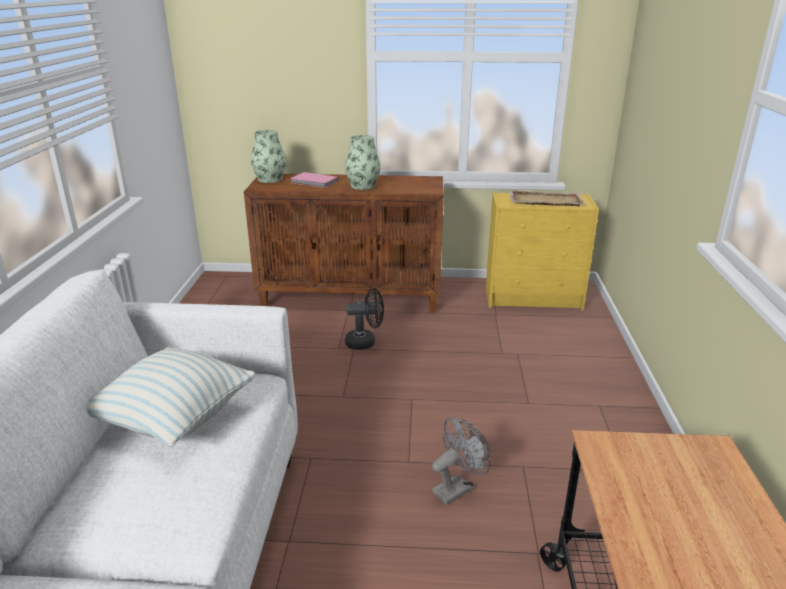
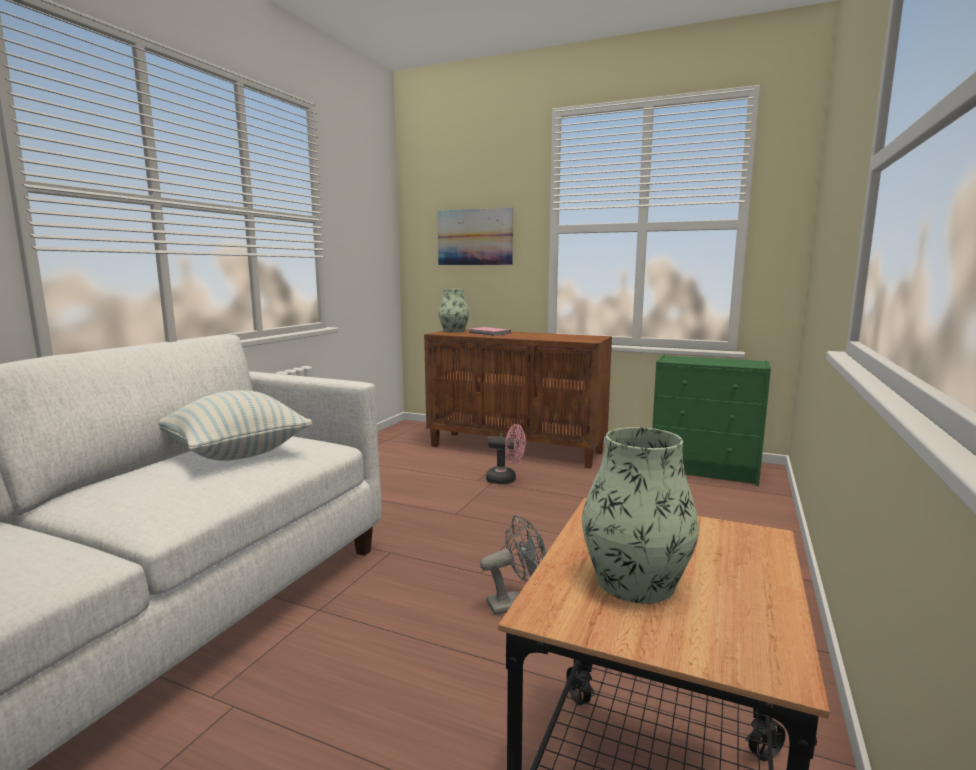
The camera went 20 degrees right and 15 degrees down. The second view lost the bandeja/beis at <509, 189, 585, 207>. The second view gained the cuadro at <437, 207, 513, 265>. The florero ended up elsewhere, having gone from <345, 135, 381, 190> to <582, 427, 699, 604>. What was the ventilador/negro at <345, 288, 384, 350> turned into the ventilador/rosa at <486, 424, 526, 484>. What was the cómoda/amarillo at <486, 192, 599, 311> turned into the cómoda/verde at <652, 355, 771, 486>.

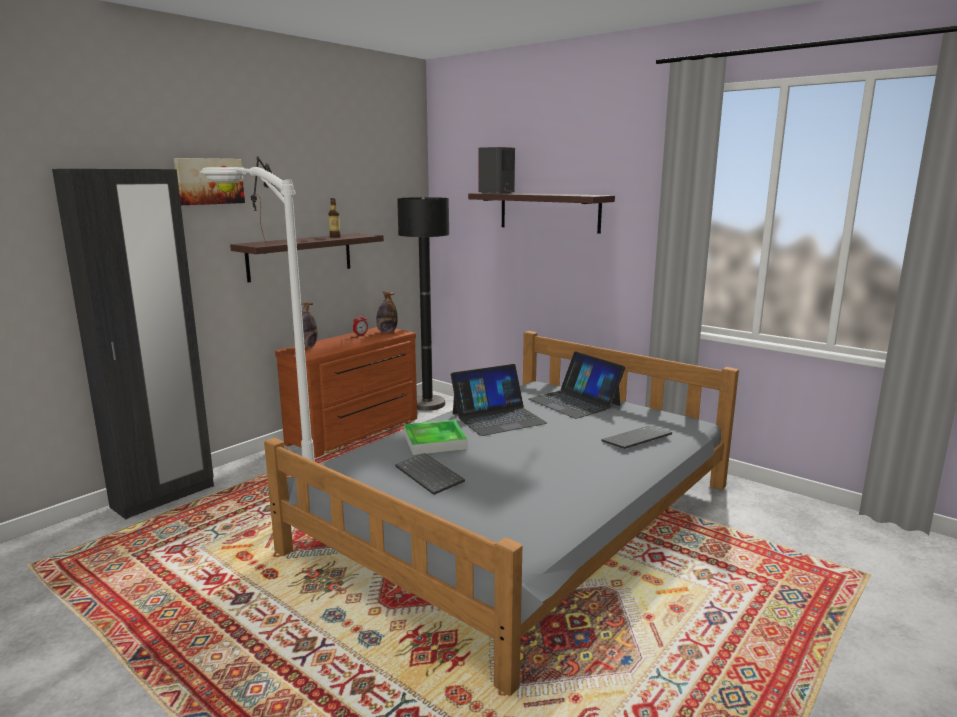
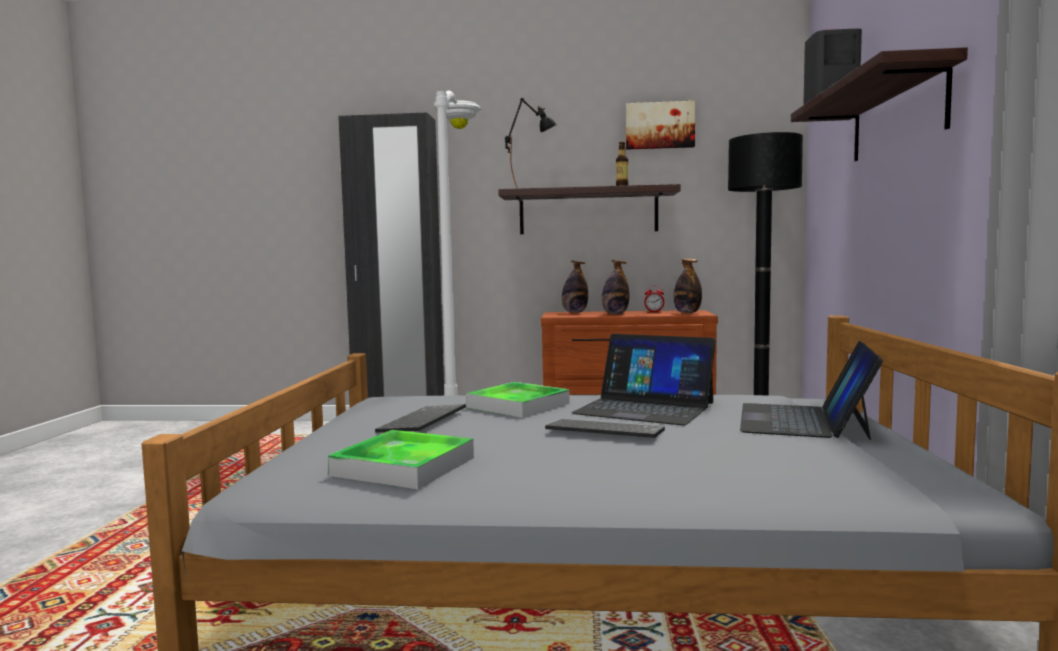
The camera went 55 degrees right and 10 degrees down. The second view gained the bandeja at <328, 430, 474, 489>. The second view gained the botella at <602, 260, 629, 314>. The cuadro ended up elsewhere, having gone from <174, 158, 245, 205> to <626, 101, 695, 150>. The teclado ended up elsewhere, having gone from <601, 426, 672, 449> to <545, 419, 665, 438>.

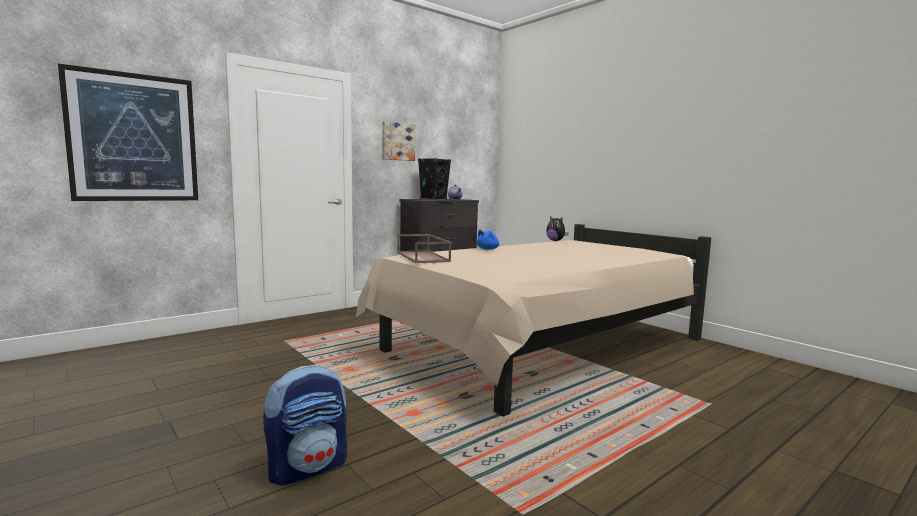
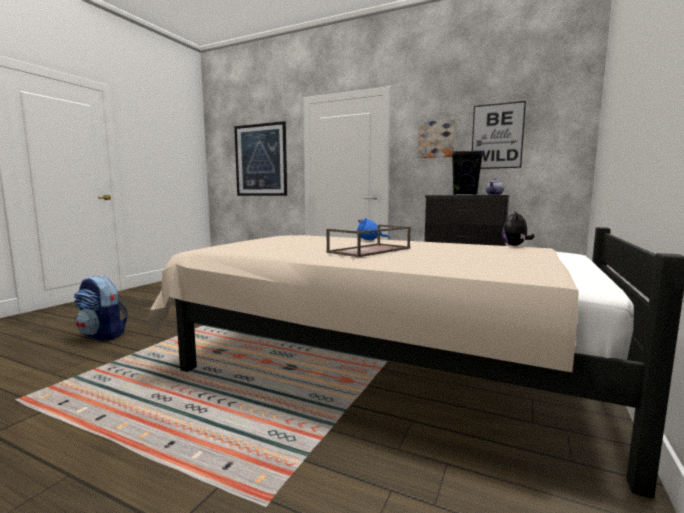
The camera went 65 degrees right and 0 degrees up. The second view gained the cuadro at <472, 101, 526, 169>. The bandeja/marrón ended up elsewhere, having gone from <397, 234, 451, 263> to <326, 225, 411, 257>.

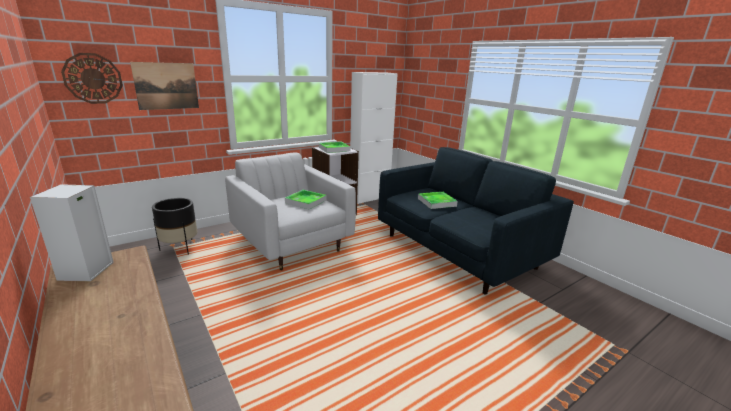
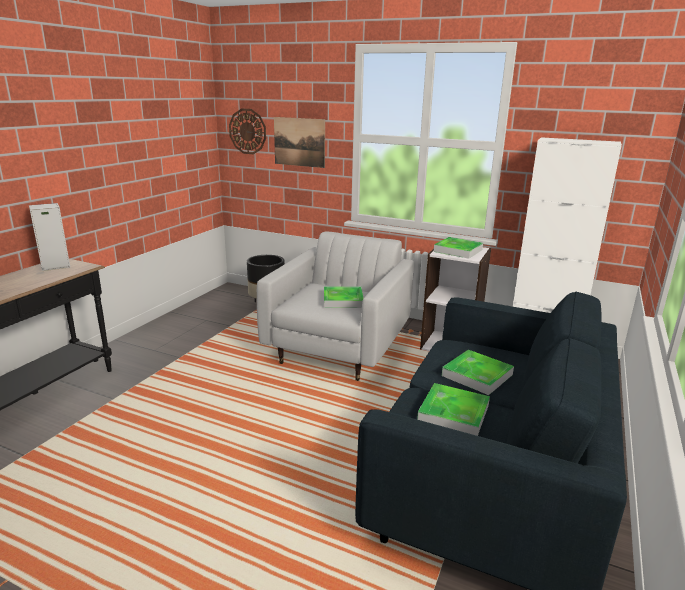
The camera went 60 degrees right and 0 degrees up. The second view gained the bandeja at <417, 383, 490, 436>.

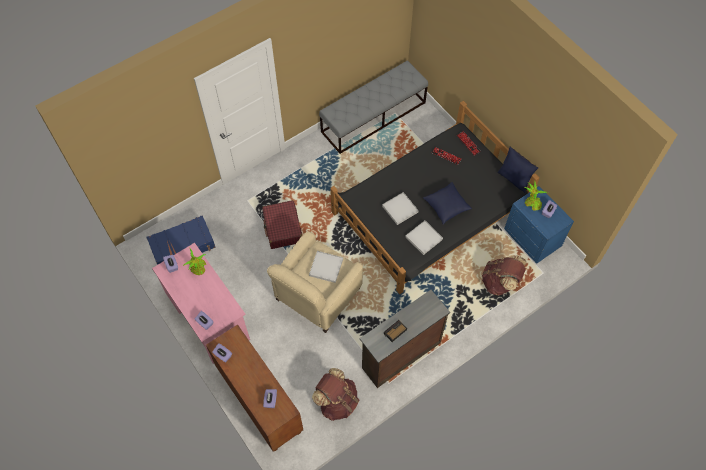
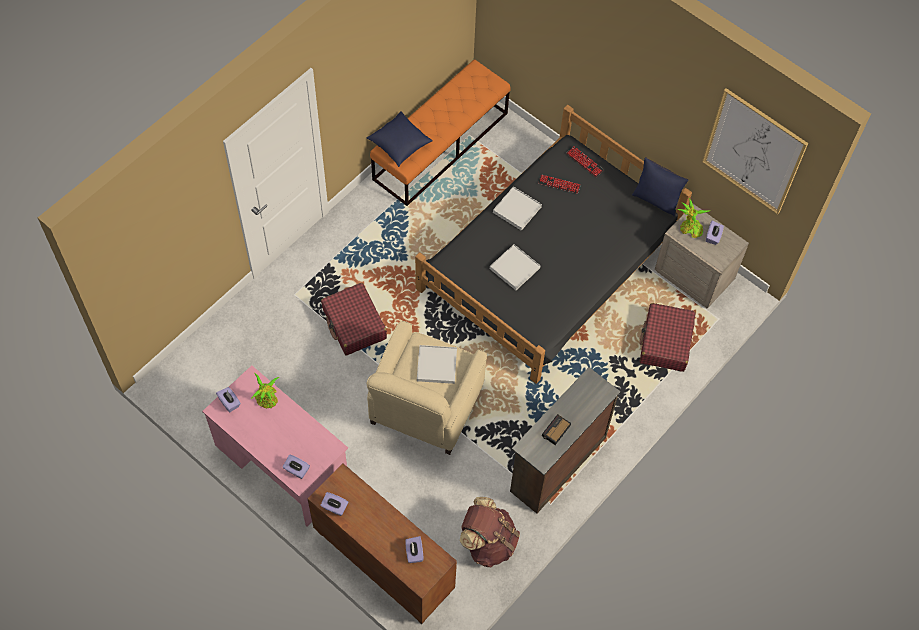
The camera went 15 degrees left and 0 degrees up. The second view lost the maleta/azul at <146, 215, 216, 265>. The second view gained the cuadro at <702, 88, 808, 215>. The bandeja/blanco ended up elsewhere, having gone from <405, 221, 443, 255> to <493, 186, 542, 231>. The cojín/azul ended up elsewhere, having gone from <423, 182, 472, 224> to <366, 112, 433, 167>. Where the mochila/marrón stood at <482, 255, 527, 296>, the maleta/rojo came to stand at <639, 303, 696, 372>. What was the banco/gris at <319, 61, 428, 154> turned into the banco/naranja at <370, 60, 511, 206>. What was the mesita de noche/azul at <504, 186, 574, 264> turned into the mesita de noche/beis at <655, 204, 749, 308>.

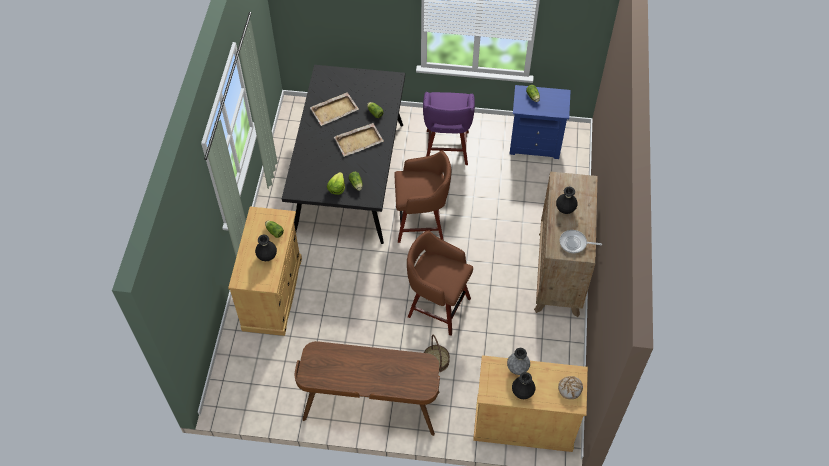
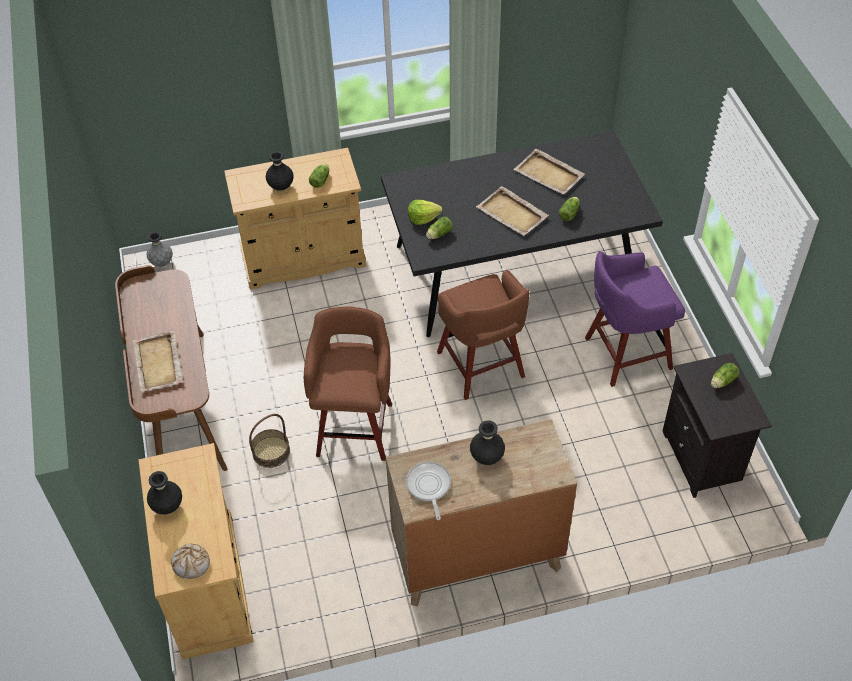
The camera went 70 degrees right and 5 degrees down. The second view gained the bandeja/beis at <132, 331, 183, 392>. The florero/gris ended up elsewhere, having gone from <507, 348, 530, 375> to <146, 231, 173, 267>. What was the mesita de noche/azul at <509, 85, 571, 159> turned into the mesita de noche/negro at <663, 353, 772, 498>.

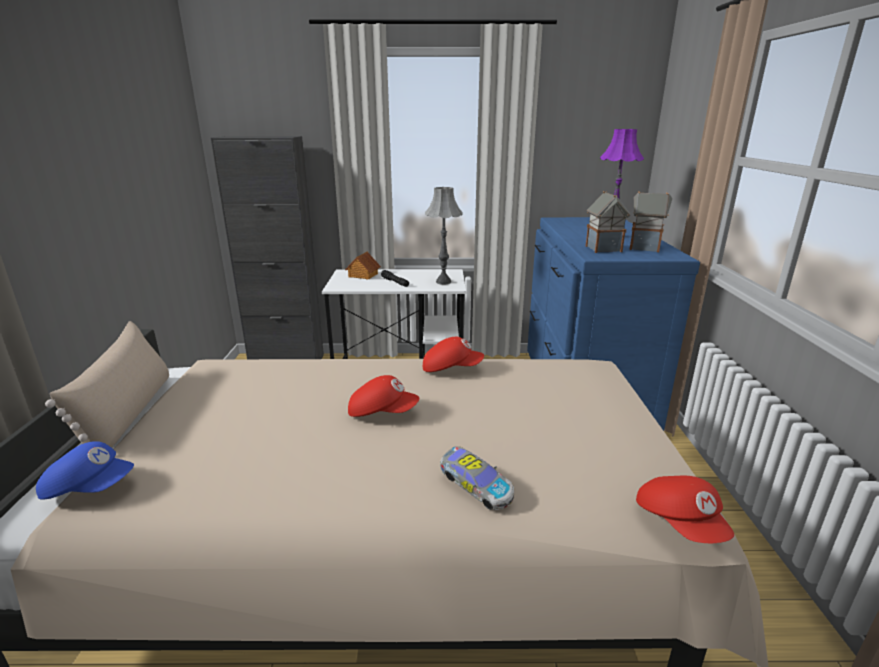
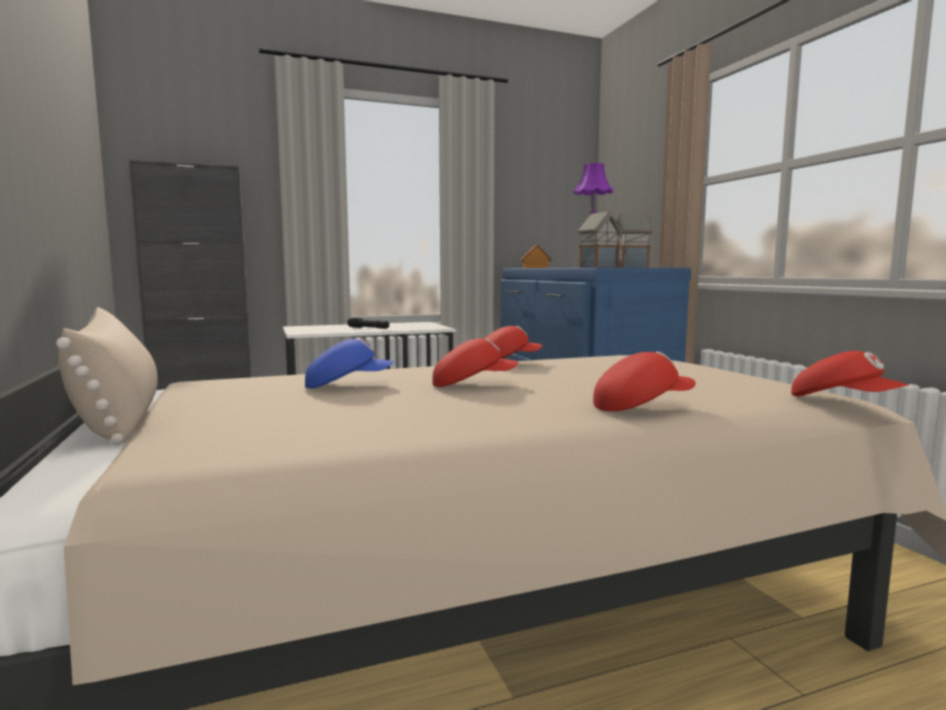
The camera went 20 degrees left and 15 degrees down. The second view lost the lámpara de mesa/gris at <425, 187, 462, 285>. The gorra/azul ended up elsewhere, having gone from <36, 441, 134, 500> to <305, 339, 393, 389>. The casita ended up elsewhere, having gone from <345, 251, 381, 279> to <520, 245, 552, 268>. Where the coche de juguete stood at <440, 446, 514, 510>, the gorra/rojo came to stand at <593, 351, 696, 412>.

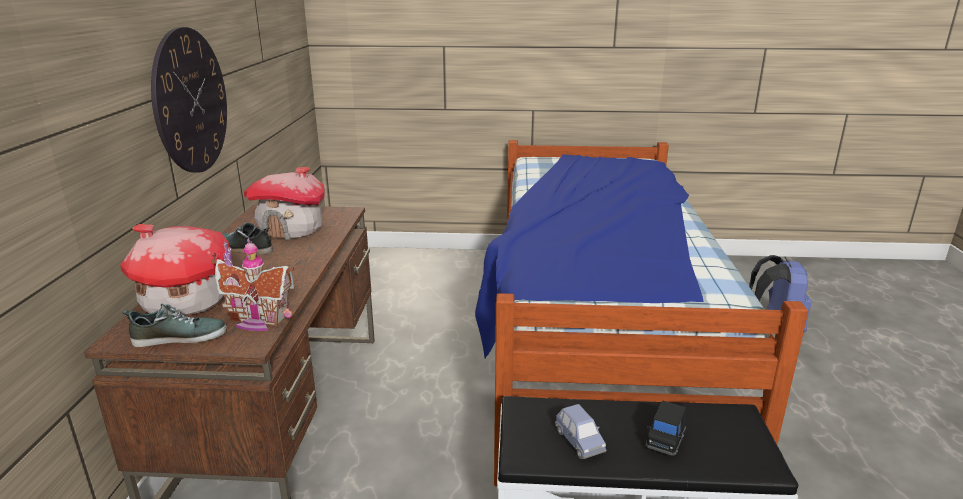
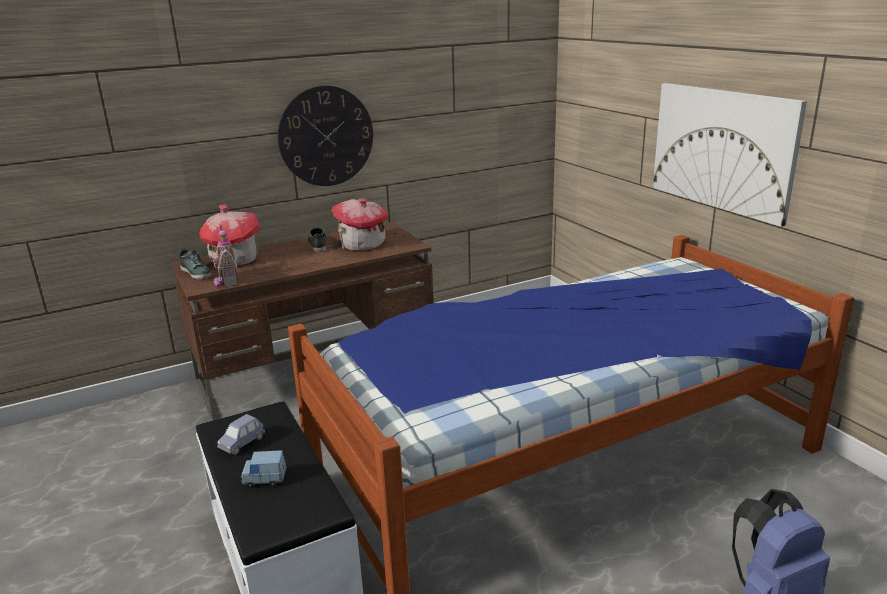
The camera went 60 degrees right and 0 degrees up. The second view gained the cuadro at <653, 83, 807, 227>. What was the coche de juguete/negro at <646, 400, 686, 456> turned into the coche de juguete/azul at <241, 450, 287, 488>.

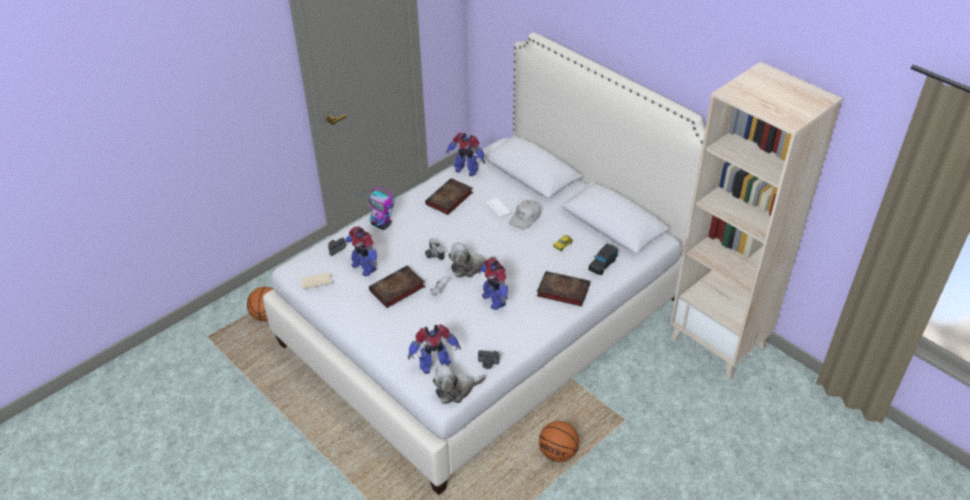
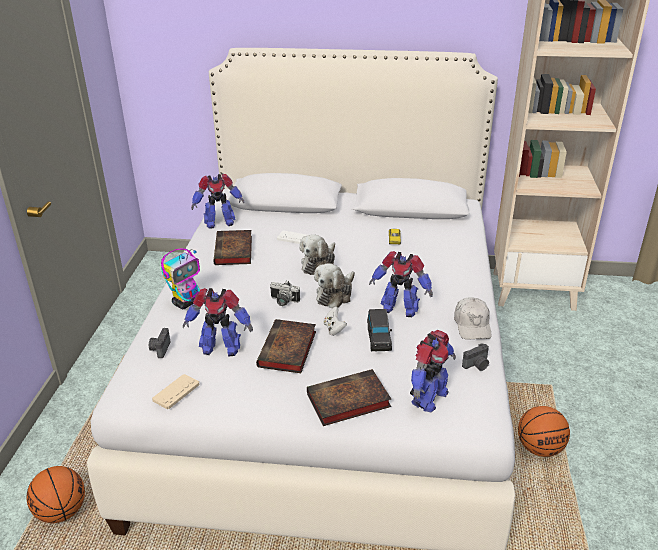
The camera went 40 degrees left and 10 degrees down. The peluche ended up elsewhere, having gone from <432, 364, 485, 404> to <299, 234, 335, 275>. The gorra/blanco ended up elsewhere, having gone from <509, 200, 540, 230> to <454, 297, 491, 340>. The libro ended up elsewhere, having gone from <537, 271, 590, 307> to <307, 369, 391, 426>. The coche de juguete/negro ended up elsewhere, having gone from <588, 243, 618, 275> to <367, 309, 392, 351>. The robot de juguete at <361, 187, 394, 230> ended up facing another way, 45 degrees counterclockwise from before.

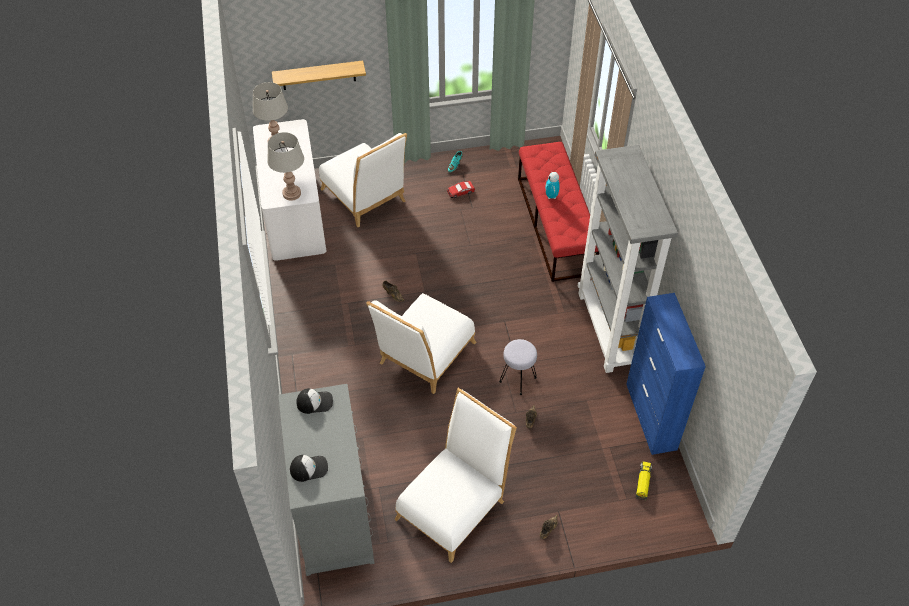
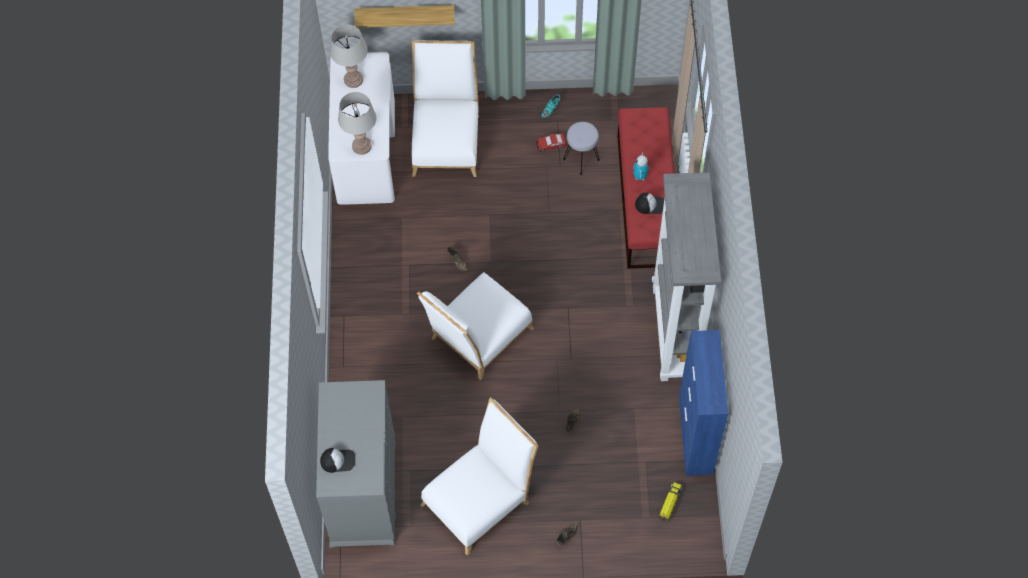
The camera went 10 degrees right and 10 degrees up. The gorra ended up elsewhere, having gone from <296, 388, 333, 414> to <635, 193, 664, 214>. The taburete/gris ended up elsewhere, having gone from <499, 339, 537, 395> to <563, 122, 600, 175>. The silla/blanco at <319, 133, 407, 227> ended up facing another way, 150 degrees counterclockwise from before.

